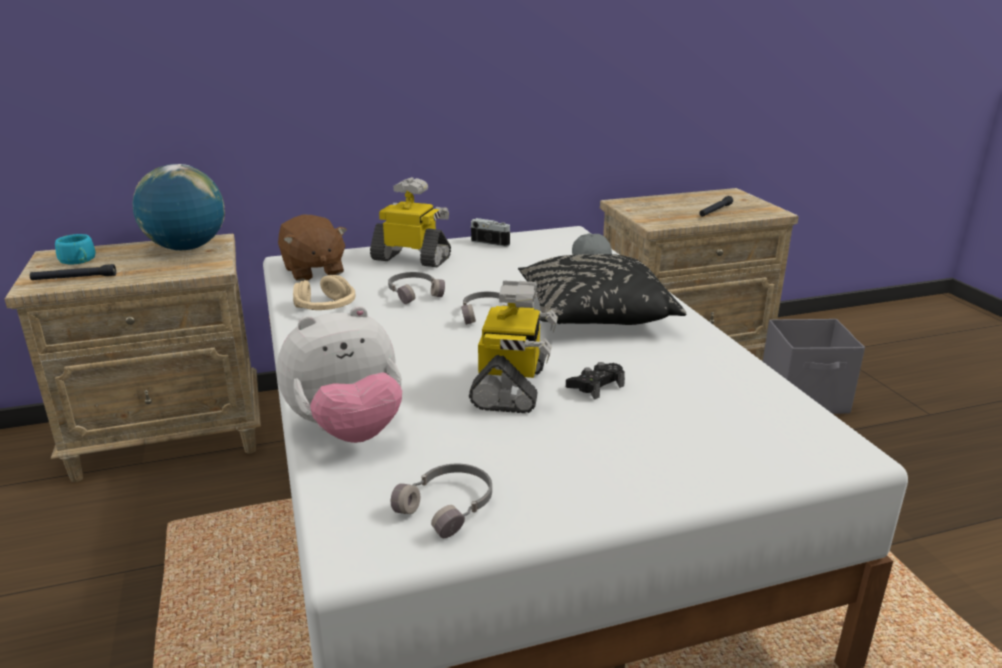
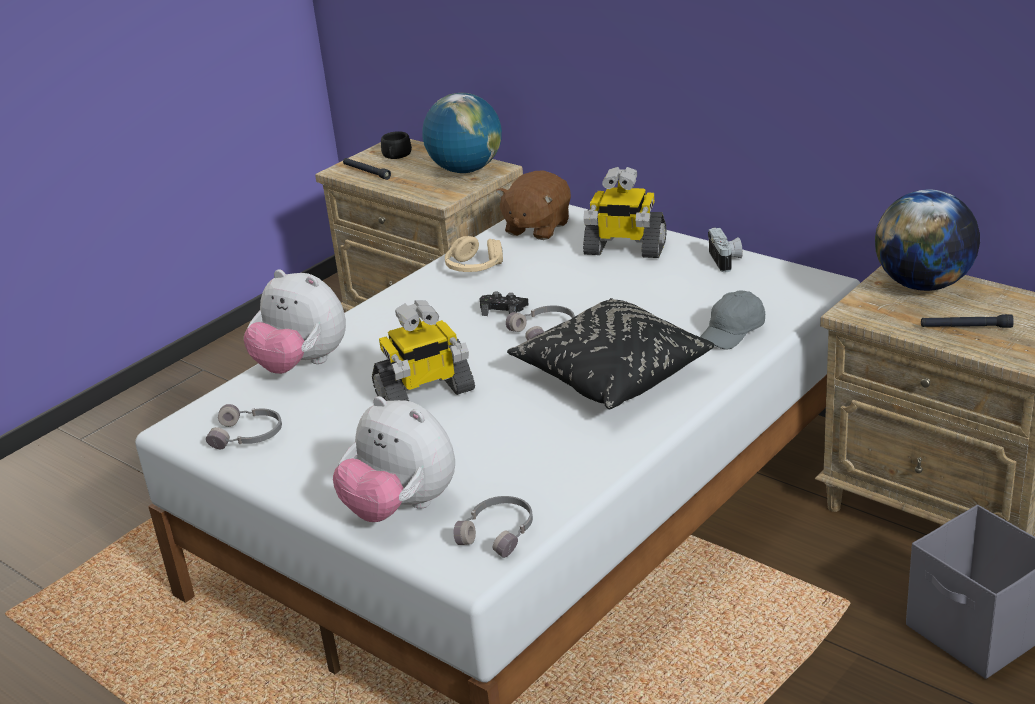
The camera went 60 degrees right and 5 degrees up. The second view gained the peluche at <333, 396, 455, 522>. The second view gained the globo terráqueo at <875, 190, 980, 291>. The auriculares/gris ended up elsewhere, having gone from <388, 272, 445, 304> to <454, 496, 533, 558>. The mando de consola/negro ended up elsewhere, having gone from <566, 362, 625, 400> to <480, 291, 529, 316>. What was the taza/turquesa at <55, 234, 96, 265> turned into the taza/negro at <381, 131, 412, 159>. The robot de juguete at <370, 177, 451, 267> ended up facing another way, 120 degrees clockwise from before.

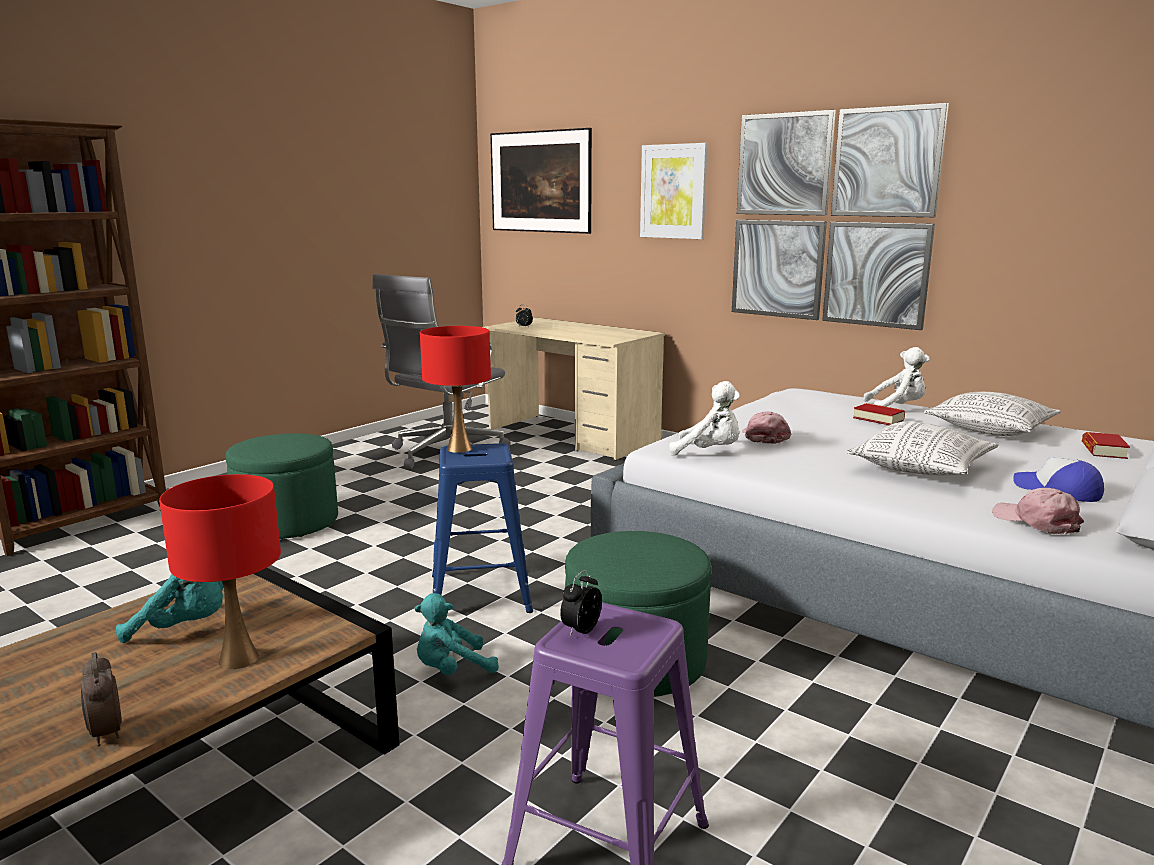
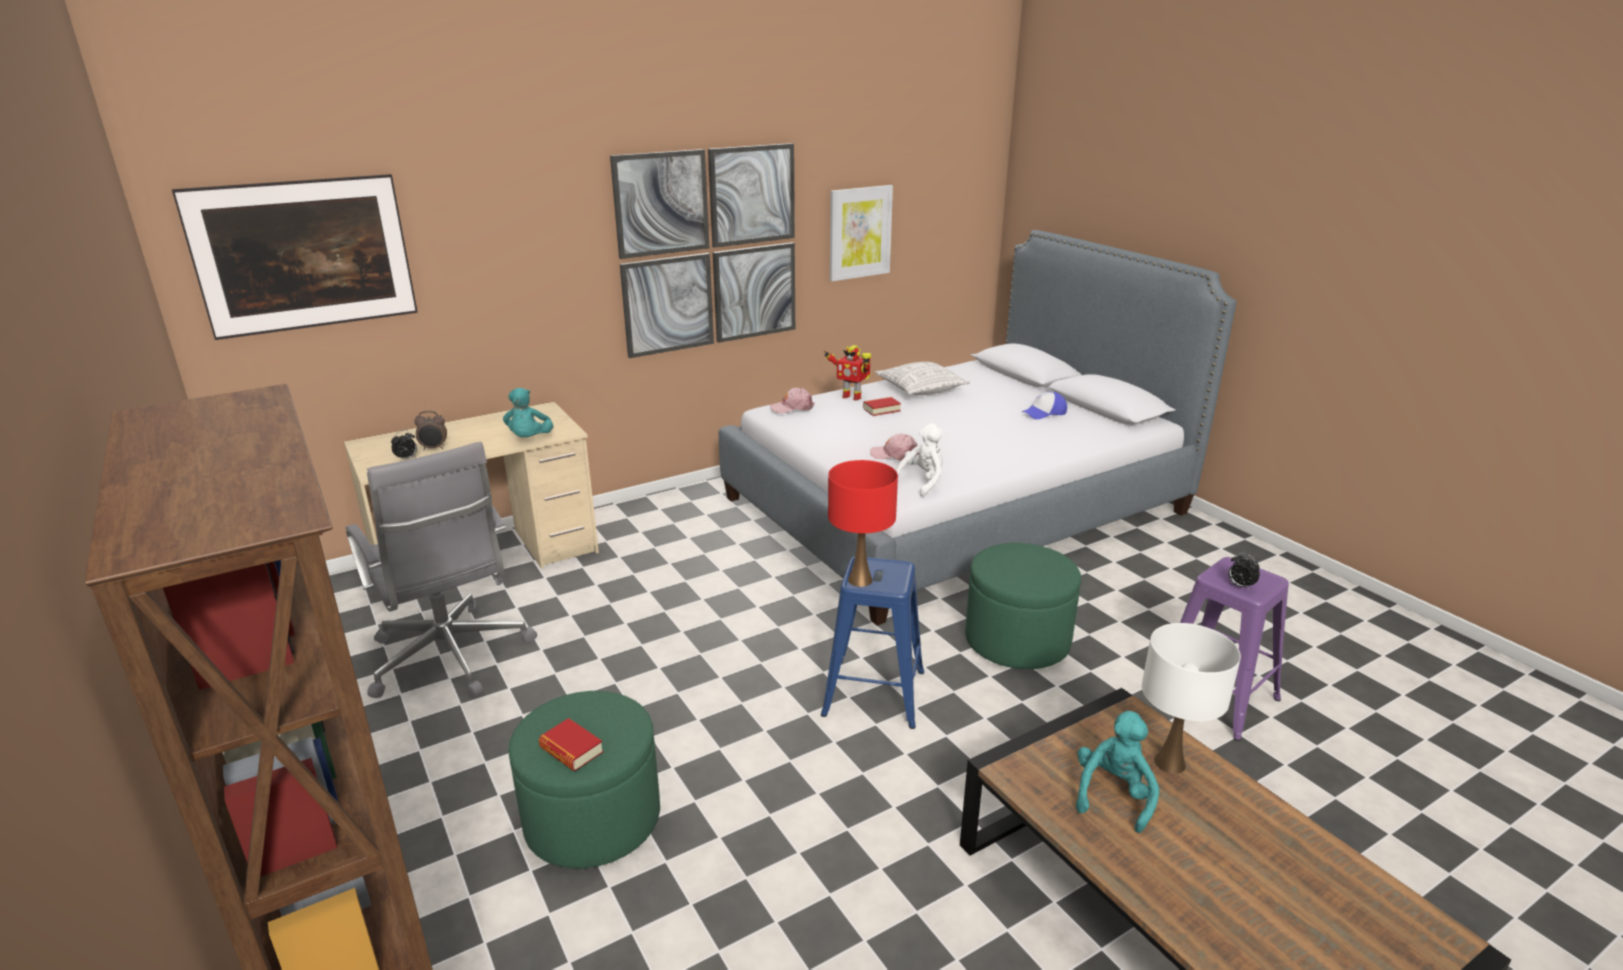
The camera went 70 degrees left and 10 degrees up. The second view lost the cojín at <847, 421, 999, 475>. The despertador ended up elsewhere, having gone from <81, 652, 122, 746> to <414, 411, 447, 450>. The peluche/turquesa ended up elsewhere, having gone from <414, 593, 499, 675> to <503, 388, 553, 437>. The cuadro ended up elsewhere, having gone from <640, 143, 708, 239> to <830, 185, 893, 281>. The gorra/rosa ended up elsewhere, having gone from <992, 488, 1084, 534> to <770, 388, 815, 414>. The libro ended up elsewhere, having gone from <1082, 432, 1130, 459> to <539, 718, 603, 771>. Where the peluche/blanco stood at <863, 347, 930, 407>, the robot de juguete came to stand at <824, 345, 871, 400>. What was the lámpara de mesa/rojo at <159, 474, 281, 669> turned into the lámpara de mesa/blanco at <1142, 623, 1241, 774>.

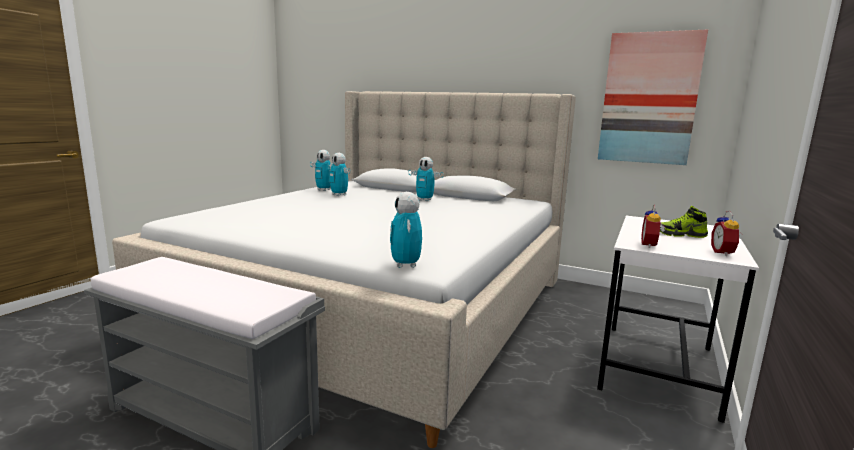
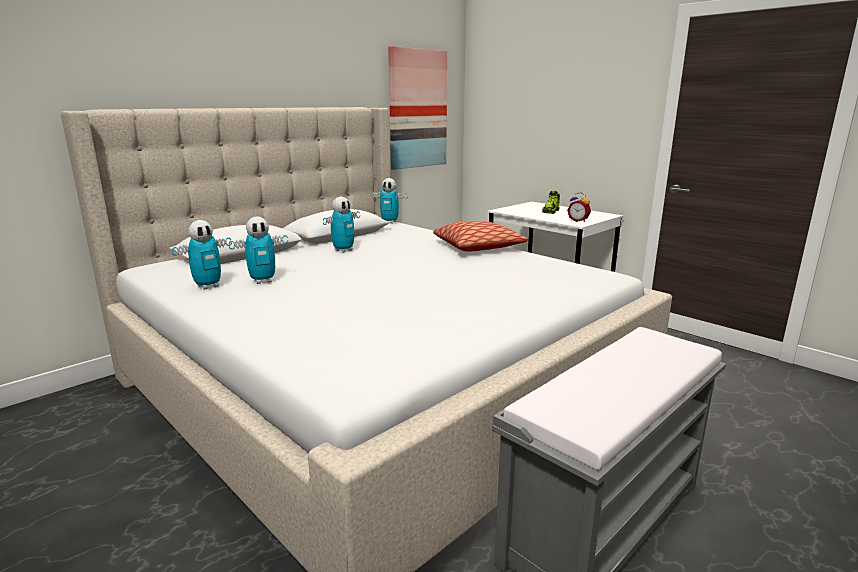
The camera went 70 degrees left and 5 degrees up. The second view lost the despertador at <711, 211, 743, 256>. The second view gained the cojín at <433, 221, 528, 252>. The robot de juguete ended up elsewhere, having gone from <390, 192, 422, 268> to <371, 178, 408, 224>.

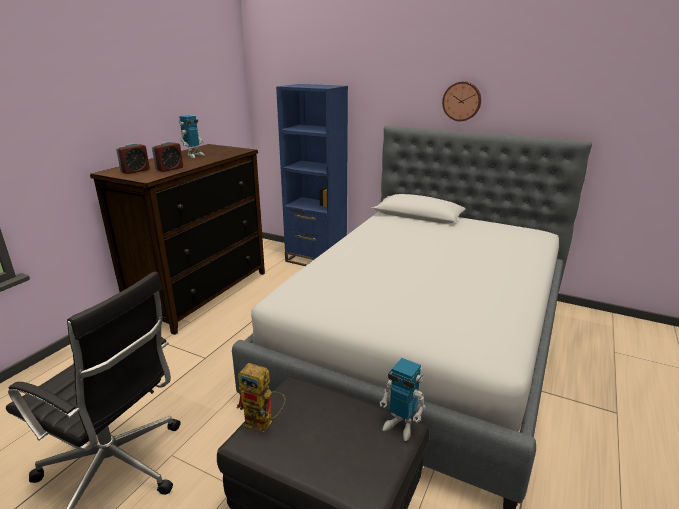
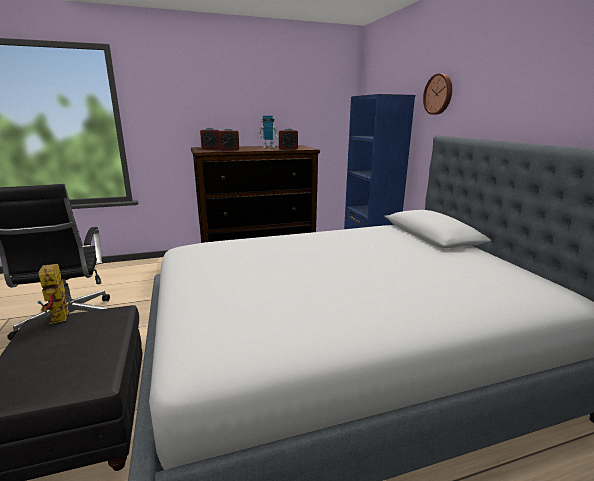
The camera went 45 degrees right and 5 degrees down. The second view lost the robot de juguete at <380, 358, 426, 441>. The second view gained the despertador at <278, 128, 298, 150>. The reloj de pared ended up elsewhere, having gone from <442, 81, 481, 121> to <423, 73, 452, 115>.

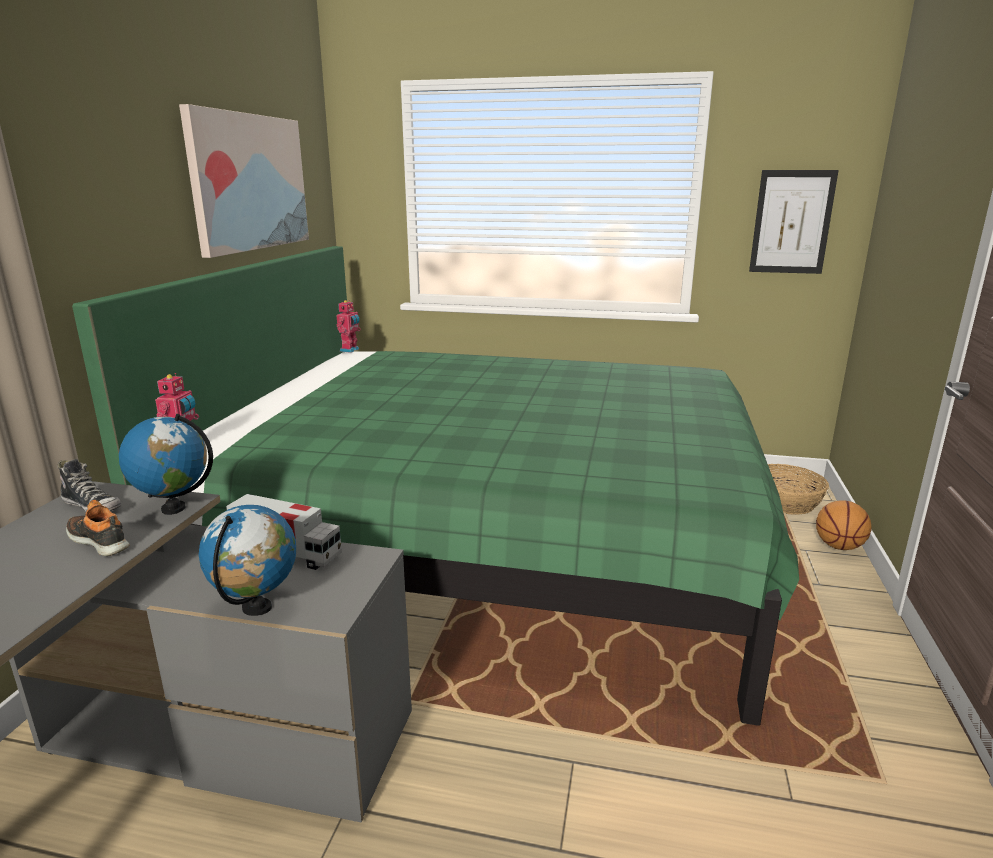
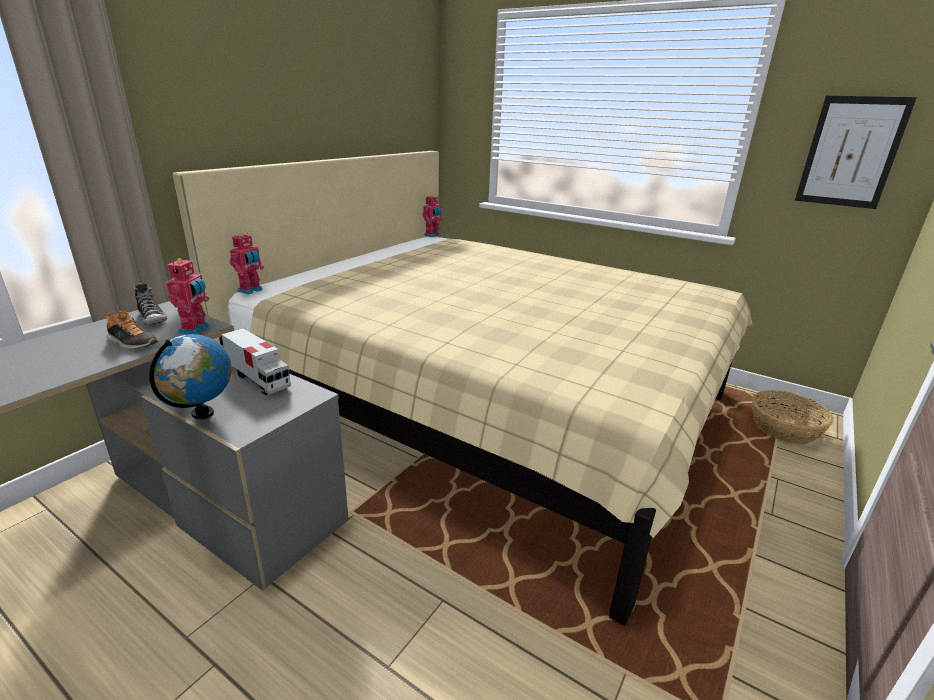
The camera went 20 degrees right and 5 degrees up. The second view lost the cuadro at <179, 104, 309, 258>. The second view lost the balón de baloncesto at <816, 500, 871, 550>. Where the globo terráqueo stood at <119, 414, 213, 515>, the robot de juguete came to stand at <166, 257, 209, 335>. What was the cama/verde at <72, 246, 799, 726> turned into the cama/beis at <172, 151, 752, 626>. The zapato at <66, 500, 130, 556> ended up facing another way, 150 degrees clockwise from before.

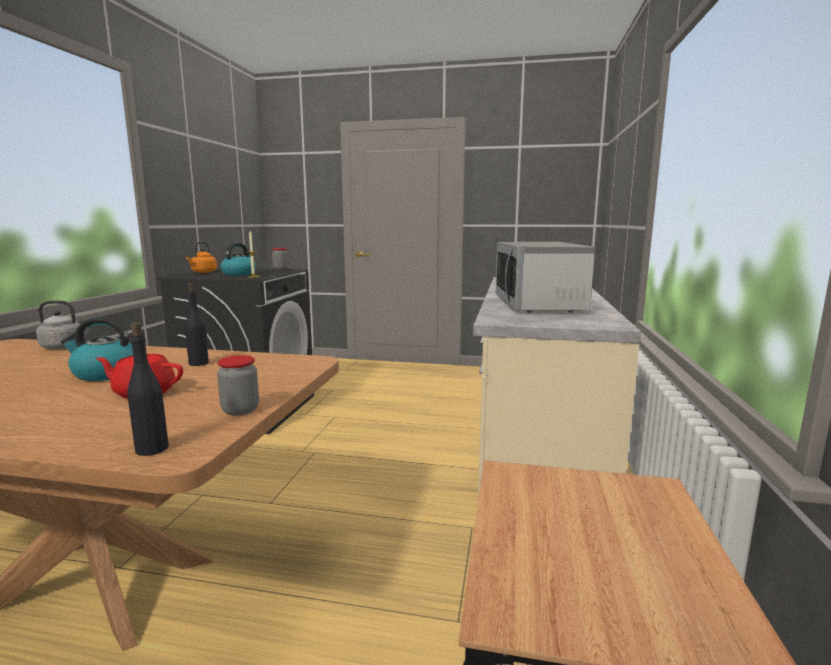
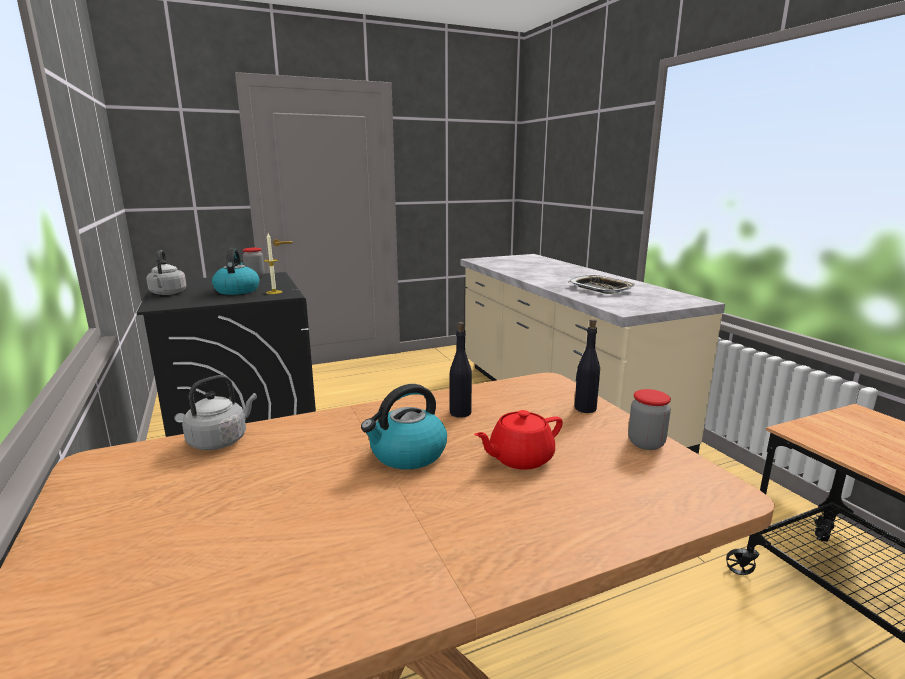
The camera went 35 degrees left and 5 degrees up. The botella/negro ended up elsewhere, having gone from <127, 322, 169, 456> to <574, 319, 600, 413>. Where the microondas stood at <495, 242, 595, 313>, the bandeja came to stand at <568, 275, 635, 294>. What was the hervidor/naranja at <186, 242, 217, 273> turned into the hervidor/gris at <146, 250, 187, 295>.

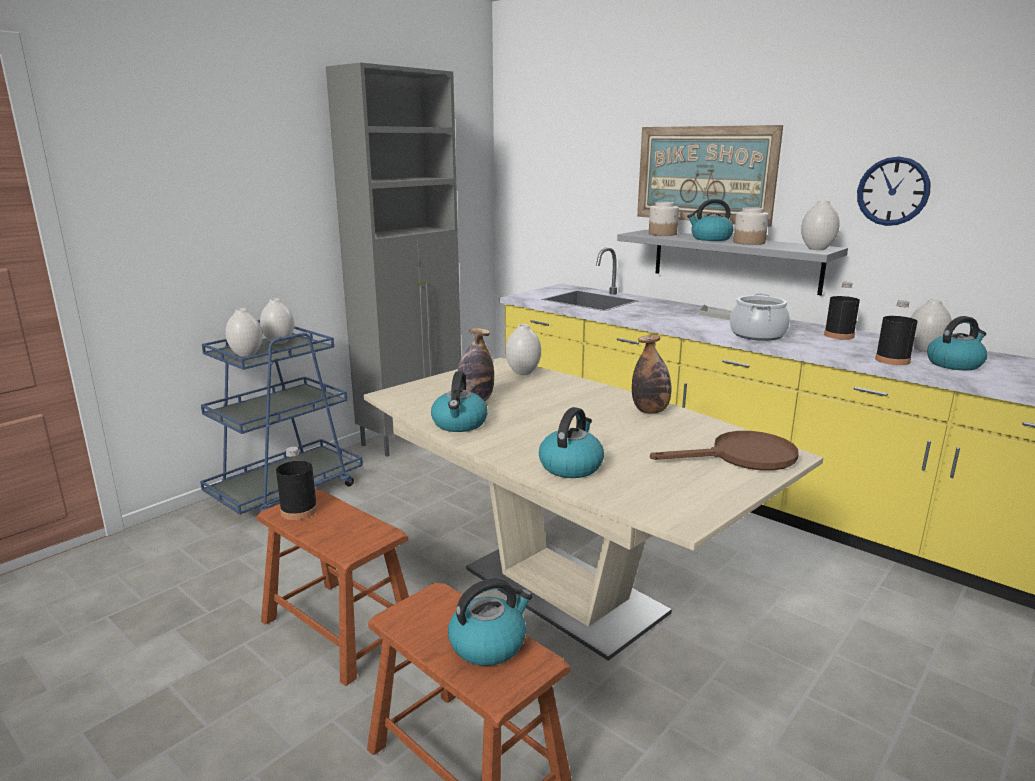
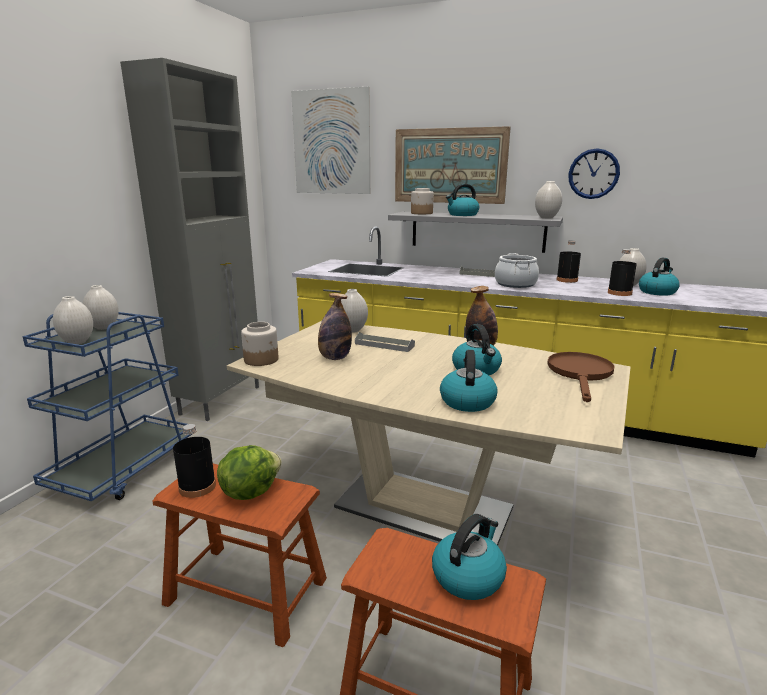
The camera went 20 degrees left and 0 degrees up. The second view gained the lechuga at <217, 445, 282, 500>. The second view gained the cuadro at <291, 87, 370, 194>. The second view gained the bandeja/gris at <355, 332, 415, 352>. The hervidor ended up elsewhere, having gone from <431, 371, 488, 432> to <452, 324, 502, 375>. The tarro ended up elsewhere, having gone from <733, 207, 769, 245> to <241, 322, 279, 366>. The sartén/marrón at <650, 431, 799, 471> ended up facing another way, 45 degrees counterclockwise from before.

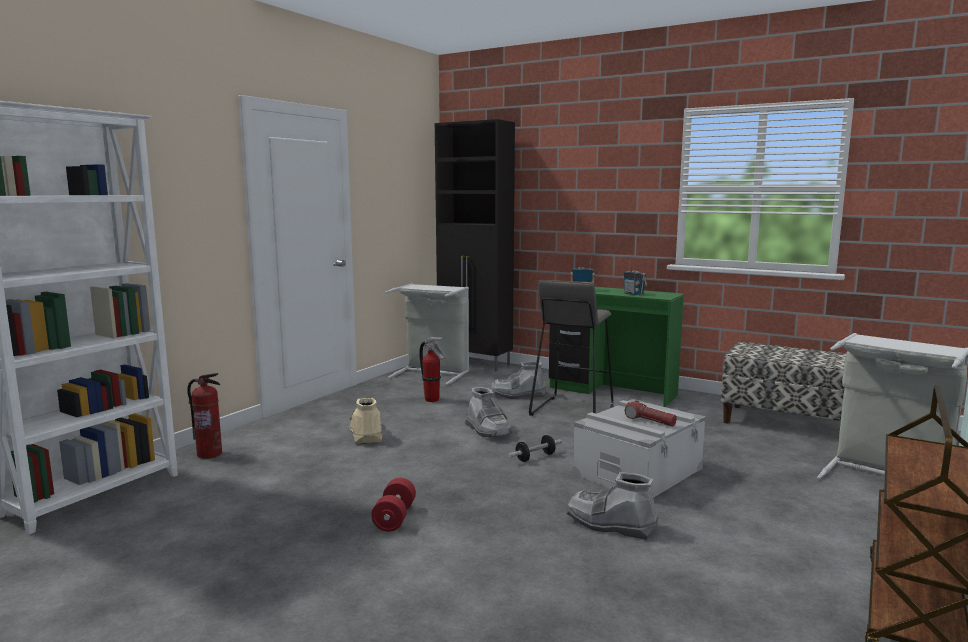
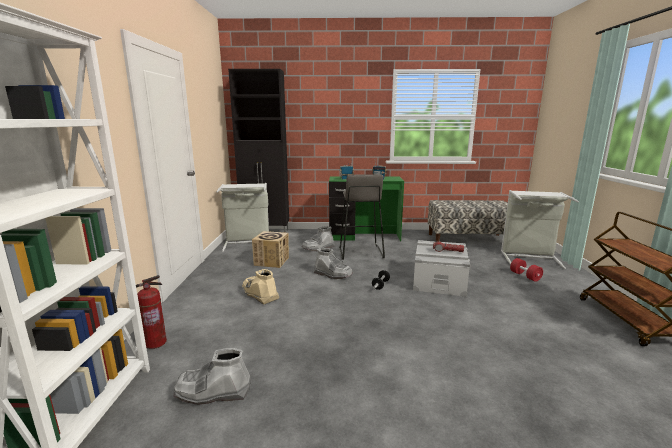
The camera went 30 degrees left and 5 degrees up. The mancuerna/rojo ended up elsewhere, having gone from <371, 478, 416, 532> to <510, 258, 543, 282>. The bota/gris ended up elsewhere, having gone from <566, 472, 658, 540> to <173, 348, 251, 405>. Where the extintor stood at <419, 337, 446, 402>, the caja de cartón came to stand at <252, 231, 289, 268>.

